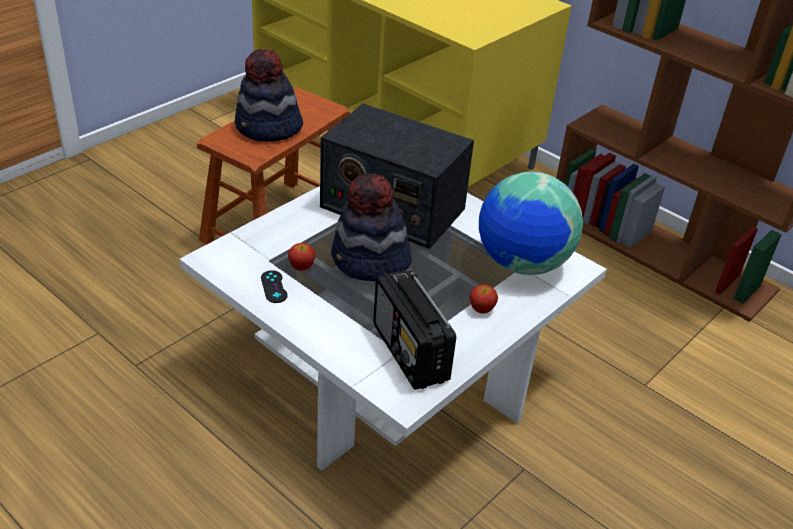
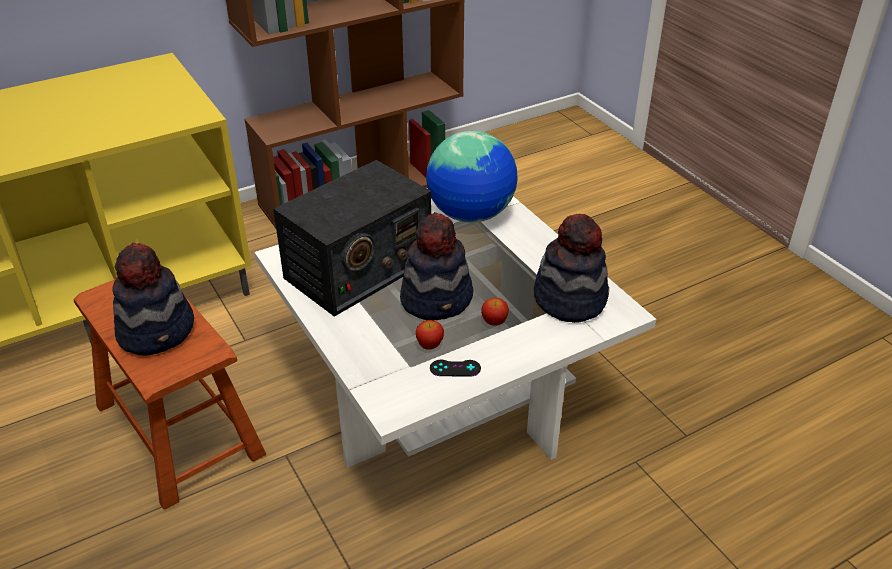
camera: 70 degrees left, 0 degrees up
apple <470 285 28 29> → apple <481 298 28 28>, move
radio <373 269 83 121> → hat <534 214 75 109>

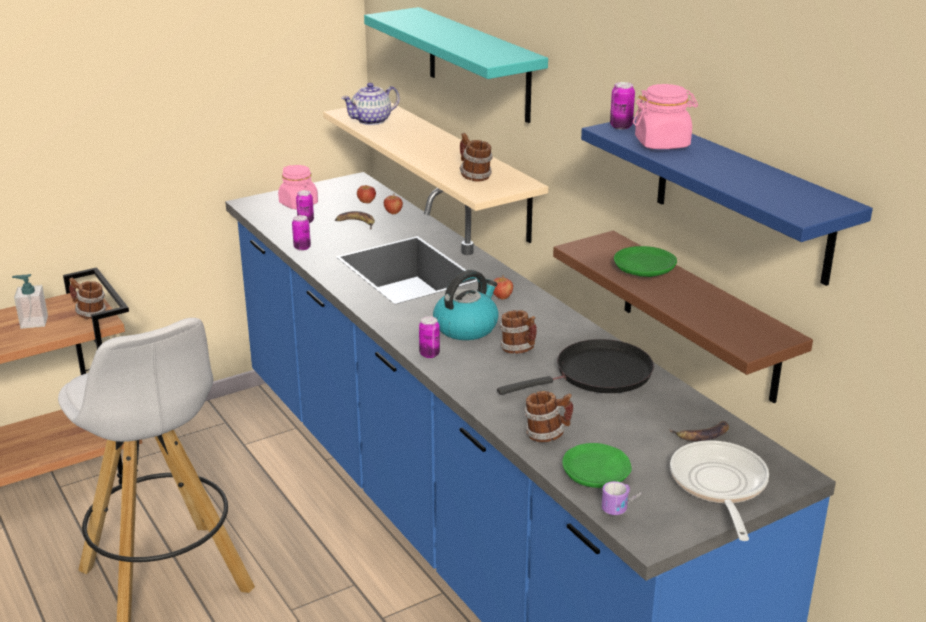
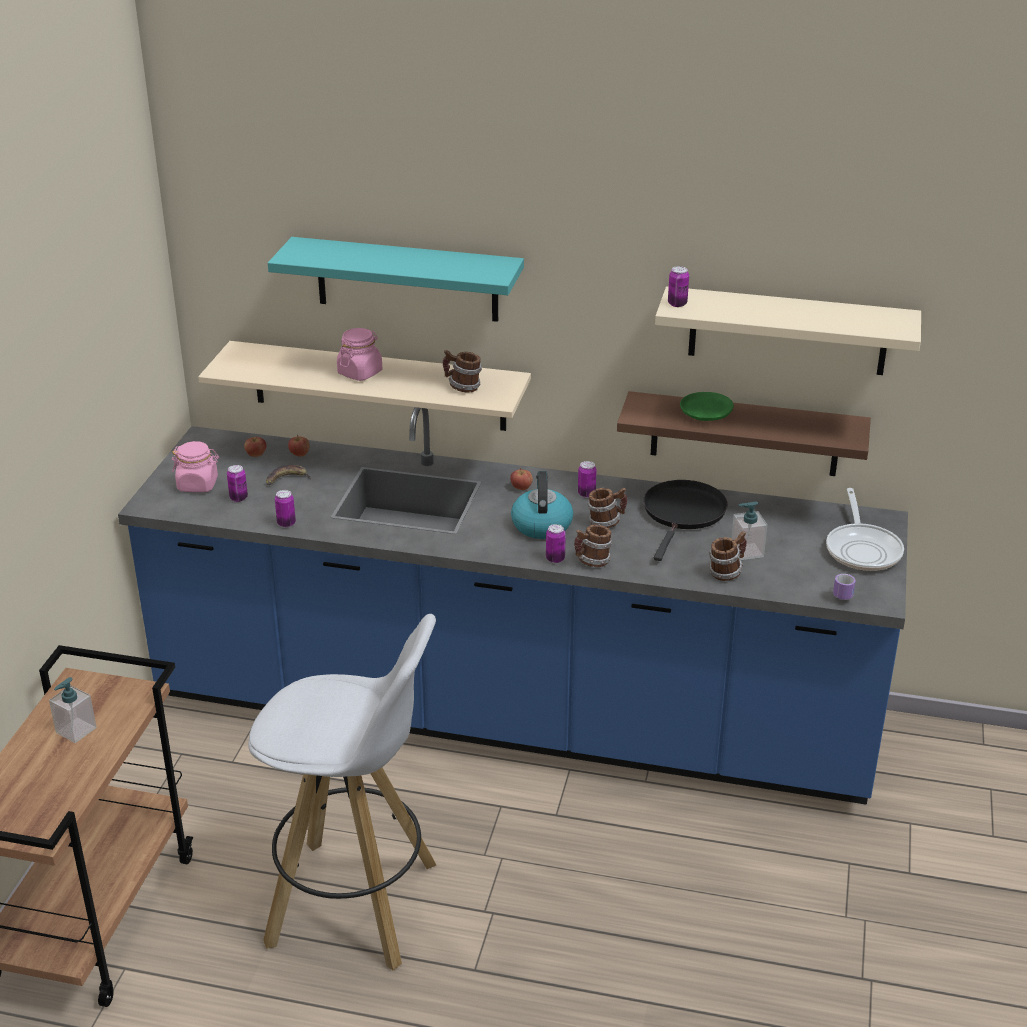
camera: 45 degrees left, 5 degrees up
teapot <341 83 58 42> → -
plate in green <562 443 70 45> → -
banana <669 421 60 20> → -
- → can <578 461 19 37>
- → soap dispenser <731 501 36 59>
mug <69 278 37 41> → mug <574 524 38 43>, move
jar in pink <633 84 65 65> → jar in pink <337 328 45 53>, move
shelf in blue <581 117 292 169> → shelf in beige <655 286 266 89>
frying pan <670 440 99 101> → frying pan <826 488 78 83>, 135 degrees counterclockwise

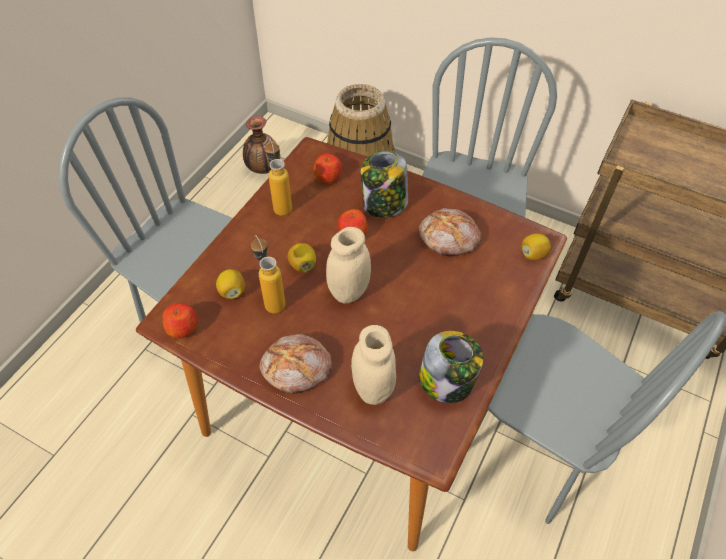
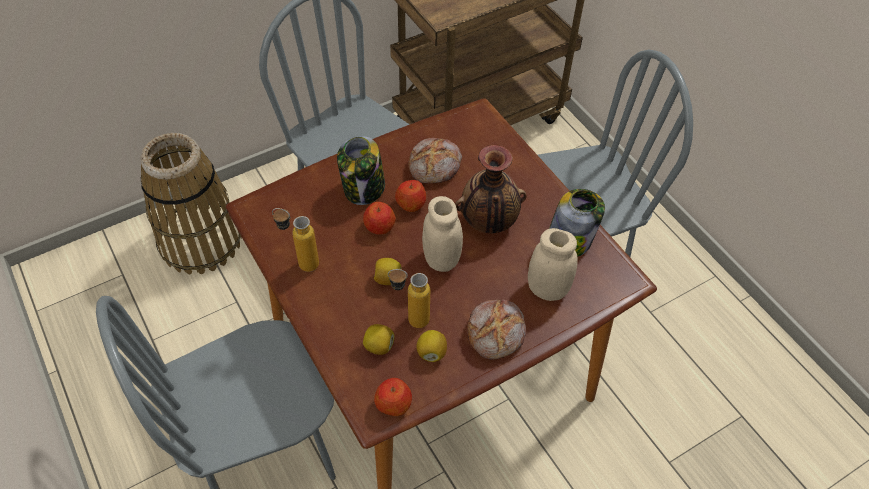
camera: 60 degrees left, 0 degrees up
vase <243 116 37 58> → vase <455 145 72 88>, move
apple <313 154 29 29> → apple <395 180 31 32>, move
lemon <522 234 29 26> → lemon <417 330 30 32>, move

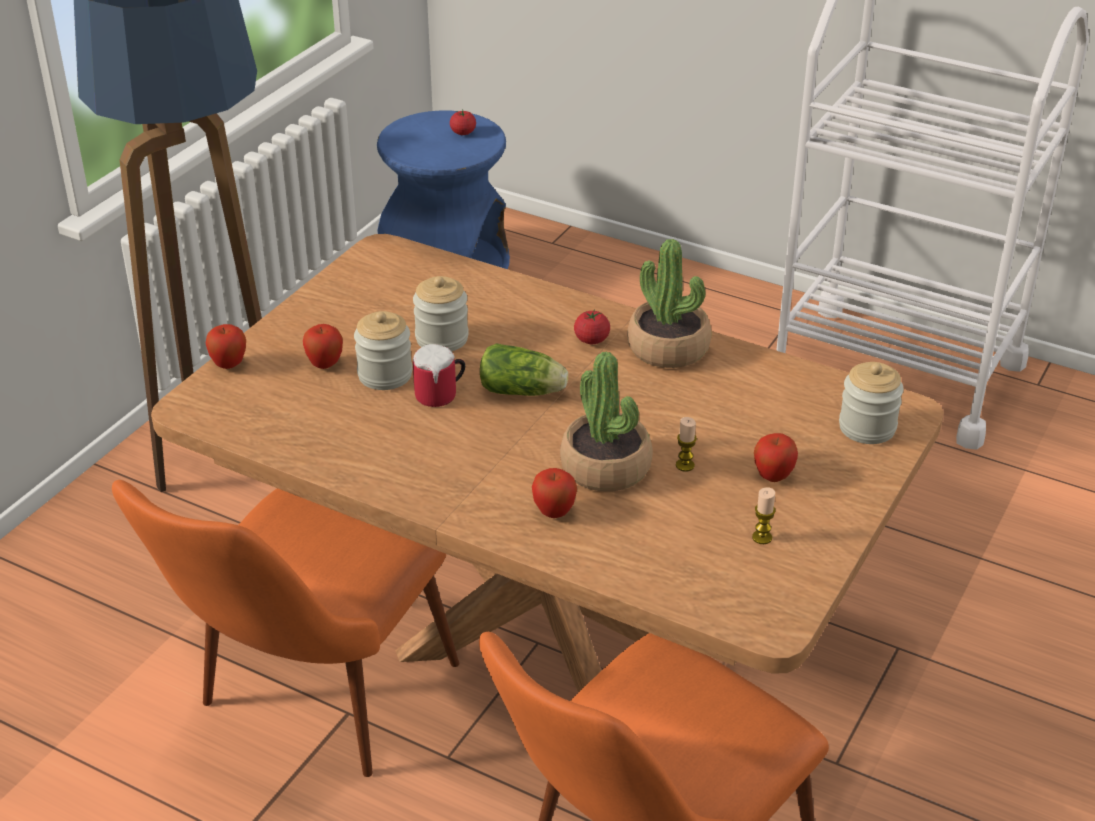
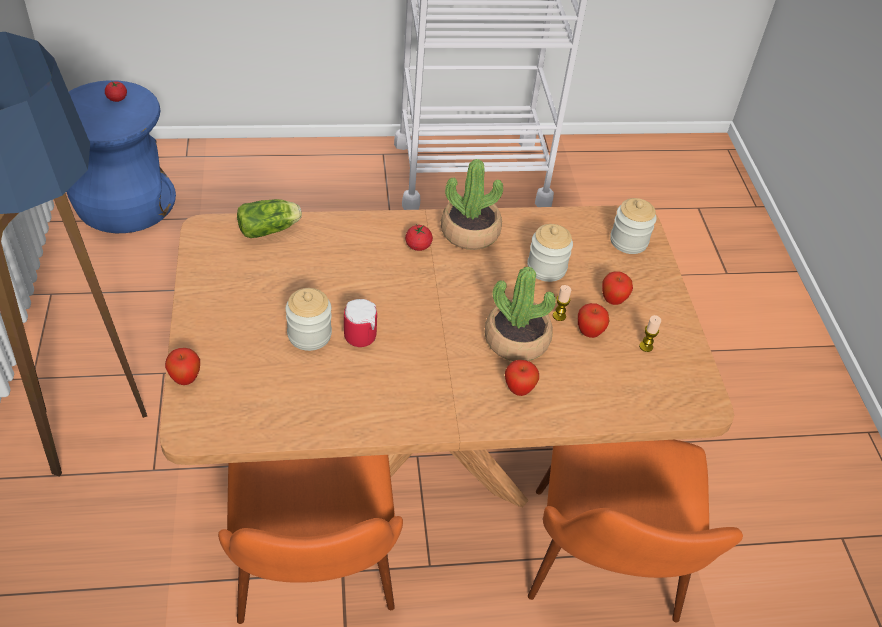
camera: 40 degrees left, 10 degrees up
apple <303 324 40 45> → apple <578 303 31 35>, move
jar <413 276 56 76> → jar <527 224 46 58>, move
lettuce <480 343 88 53> → lettuce <237 199 65 39>, move

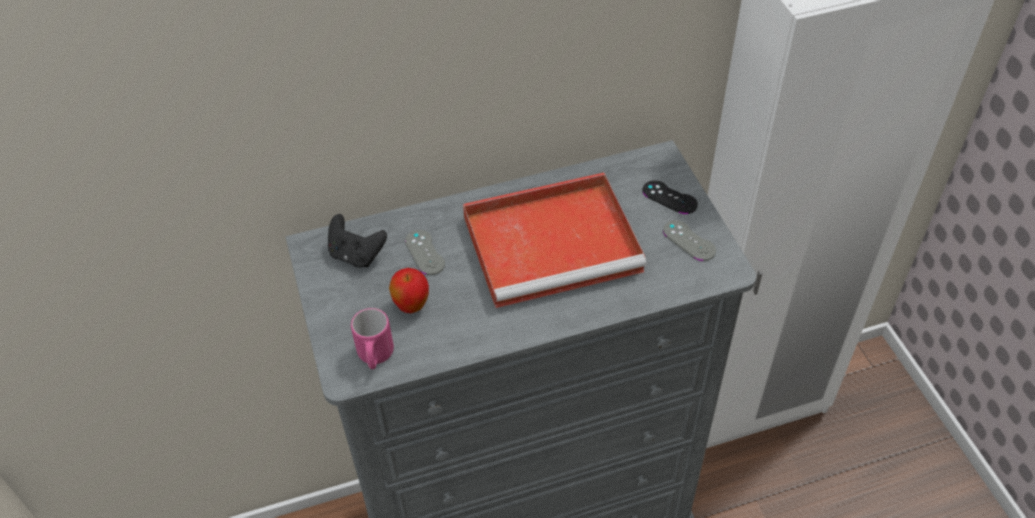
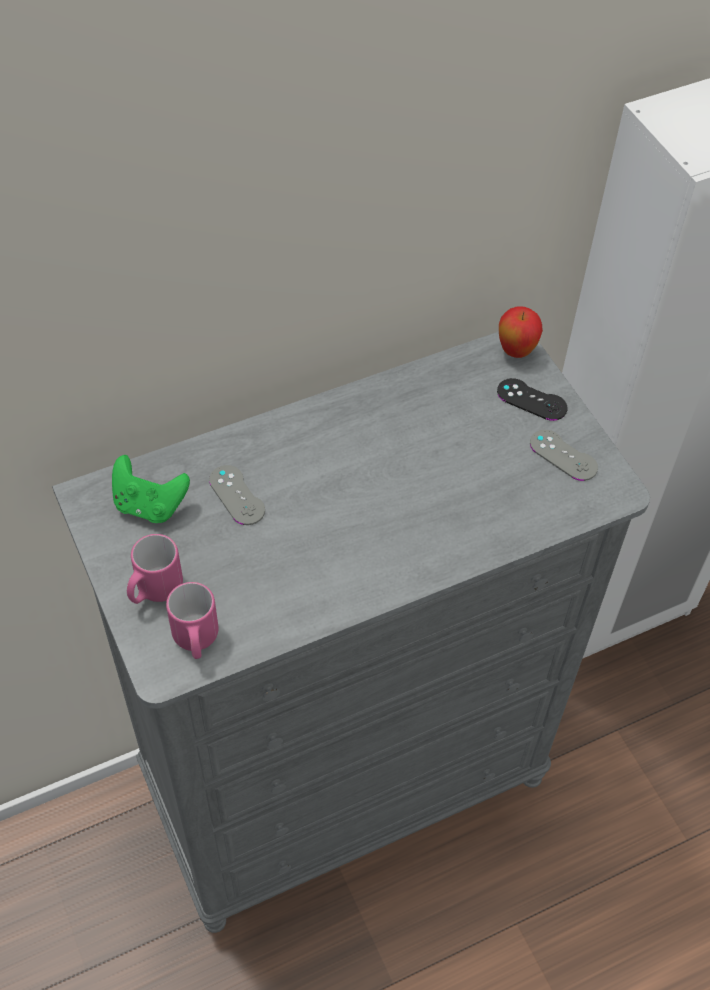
camera: 10 degrees left, 5 degrees up
tray in red <463 173 184 135> → -
- → mug in pink <127 534 56 70>
apple <389 268 40 45> → apple <499 306 44 52>, move
game controller in black <328 214 59 54> → game controller in green <112 455 78 68>

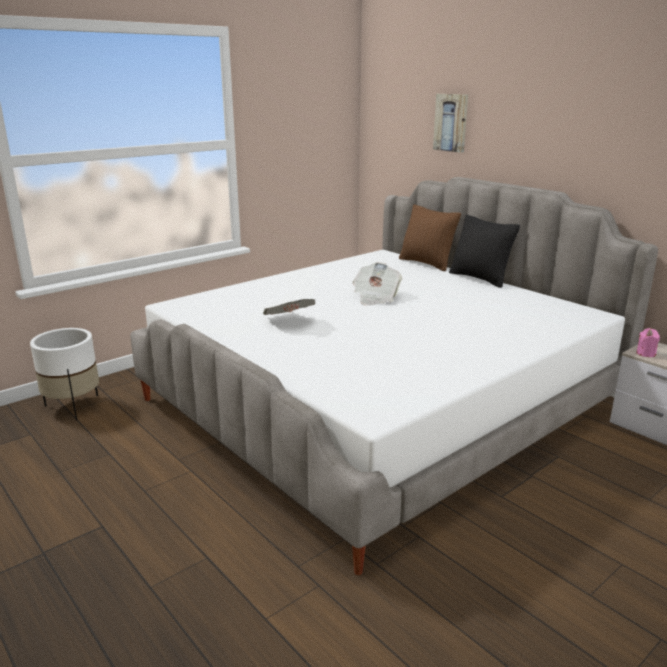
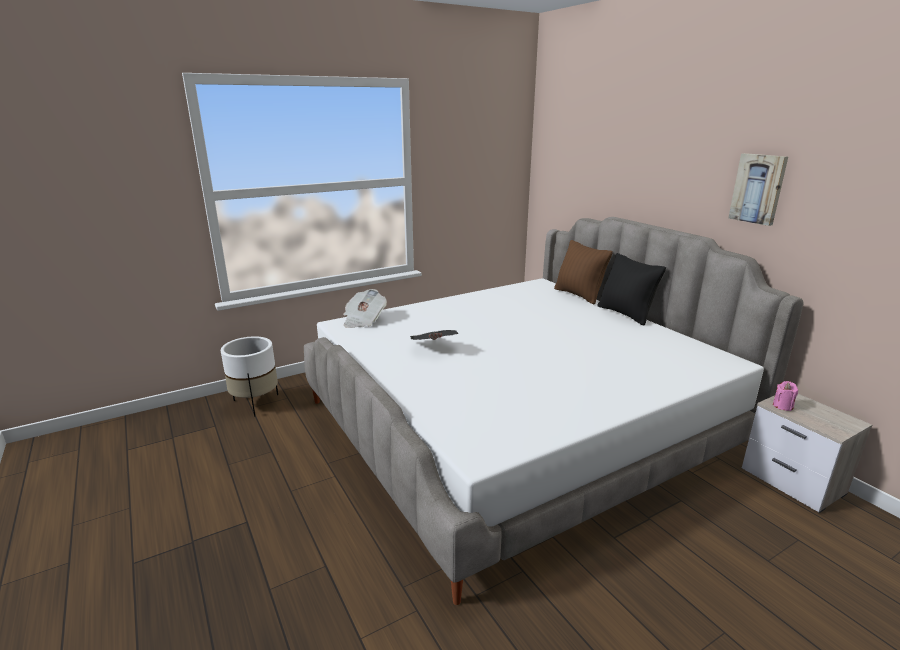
camera: 10 degrees right, 0 degrees up
newspaper <352 262 50 44> → newspaper <343 289 44 39>, move
picture <433 94 35 59> → picture <728 153 60 73>, move

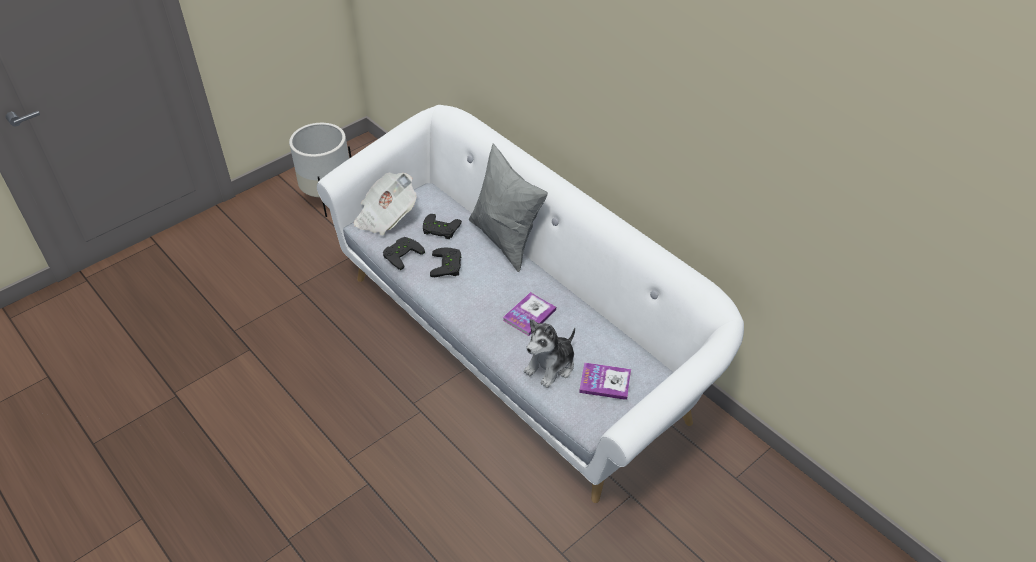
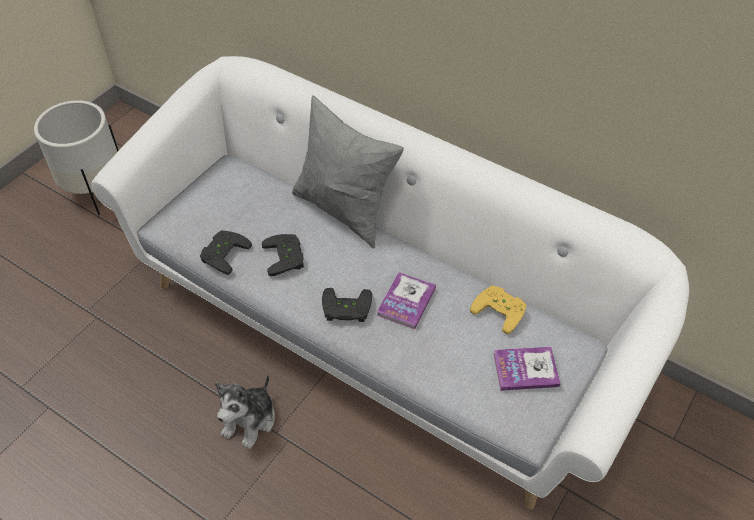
camera: 15 degrees left, 5 degrees up
newspaper <354 173 63 62> → -
- → game controller in yellow <470 285 57 49>
game controller in black <423 214 39 25> → game controller in black <322 288 50 34>, move
plush toy <524 319 51 69> → plush toy <215 374 60 75>, move

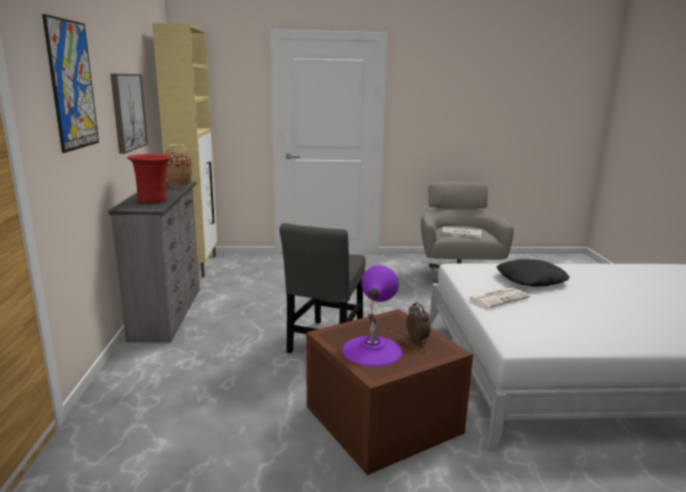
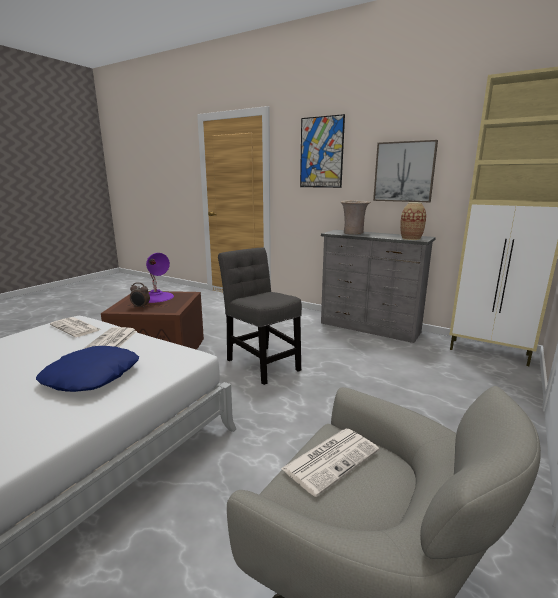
camera: 125 degrees right, 0 degrees up
- → newspaper <50 317 51 20>
vase in red <127 154 44 49> → vase in beige <341 200 30 35>
pillow in black <497 259 73 28> → pillow in blue <36 346 103 46>

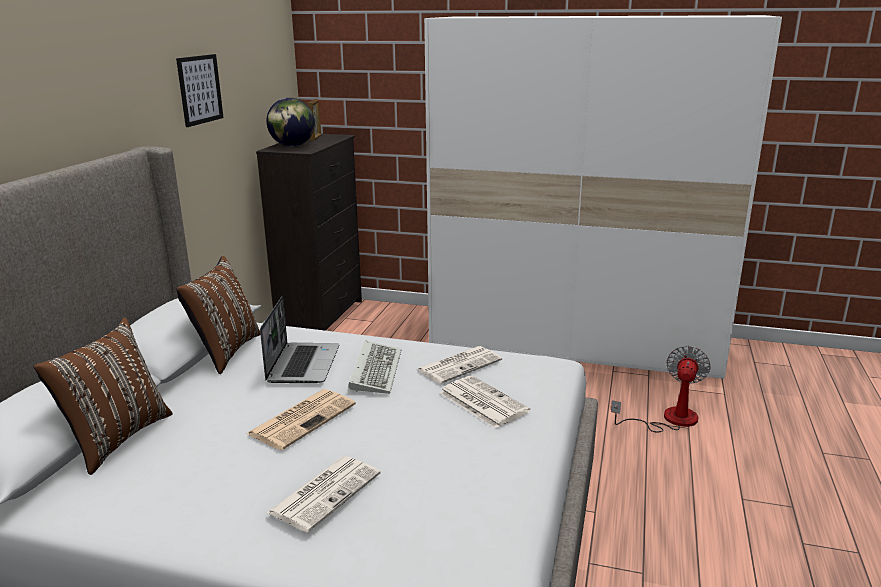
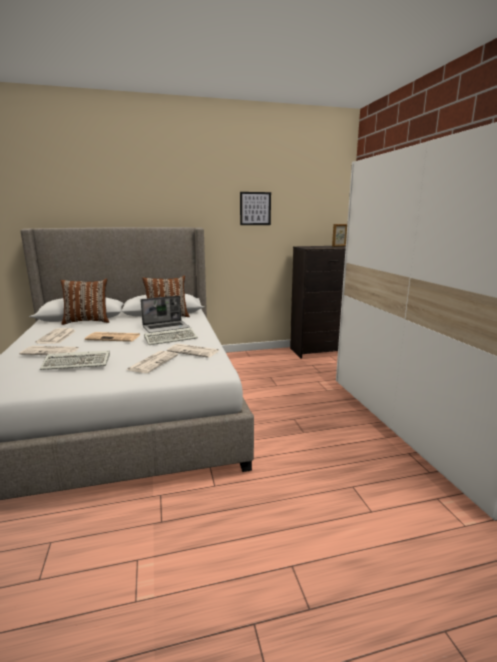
camera: 60 degrees right, 5 degrees down
globe <266 98 49 48> → -
fan <611 346 100 86> → -
- → newspaper <35 328 40 16>
- → keyboard <40 350 70 20>

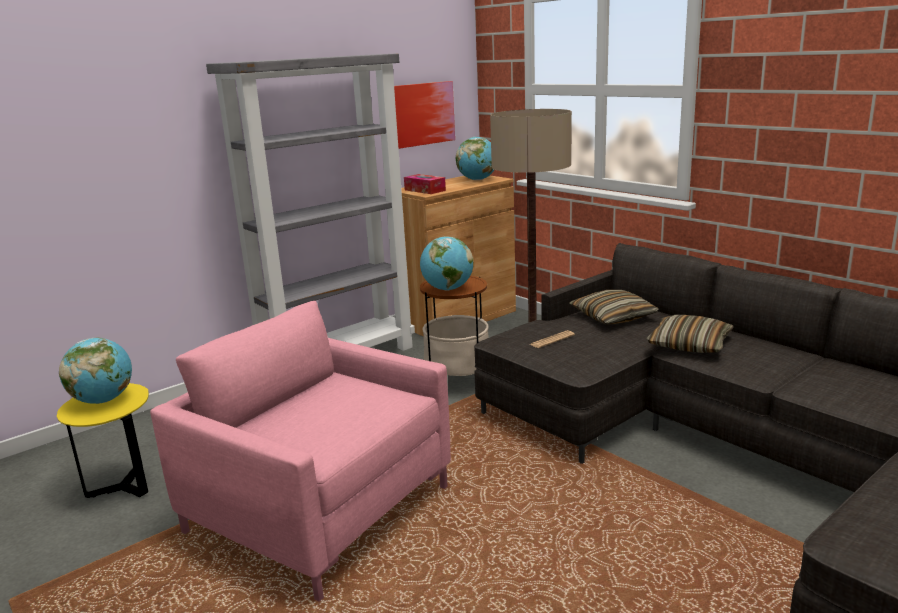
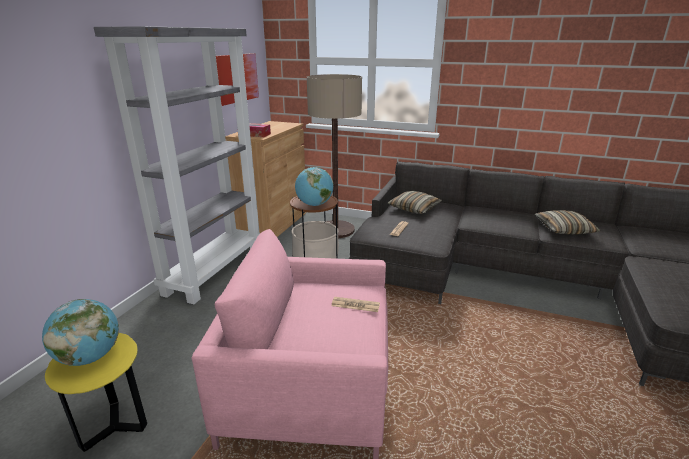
camera: 30 degrees left, 5 degrees up
globe <456 137 38 43> → -
- → newspaper <331 297 49 15>
pillow <646 315 88 38> → pillow <535 210 65 24>, move

